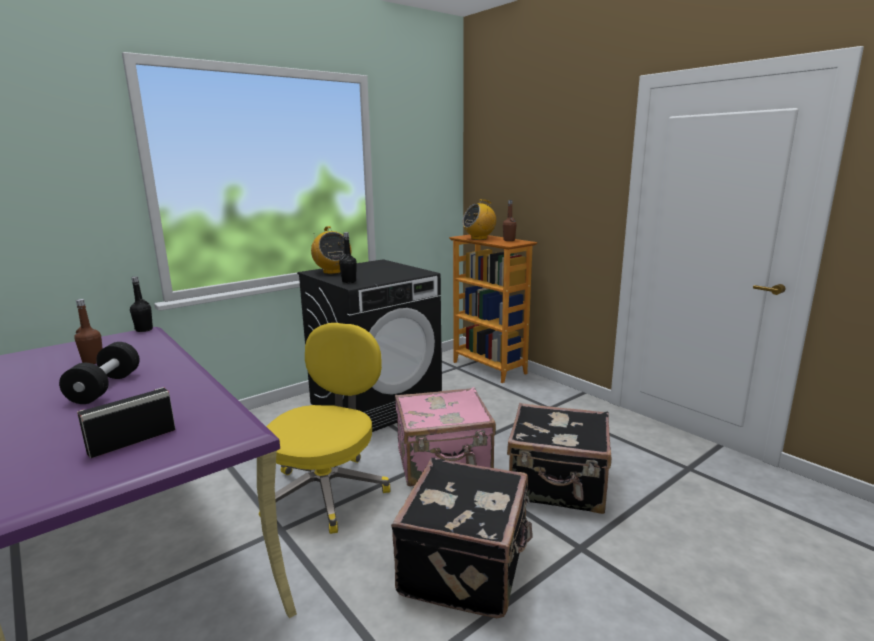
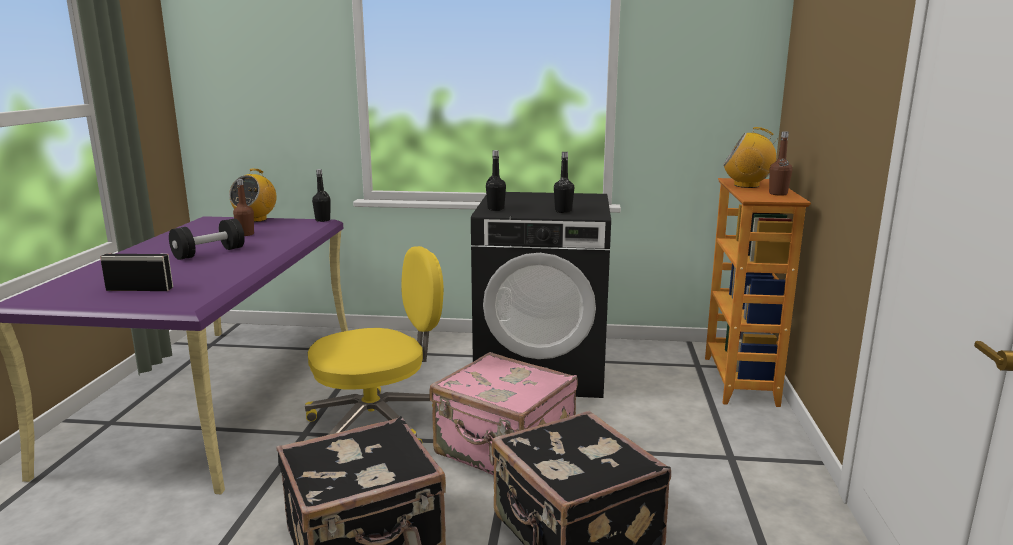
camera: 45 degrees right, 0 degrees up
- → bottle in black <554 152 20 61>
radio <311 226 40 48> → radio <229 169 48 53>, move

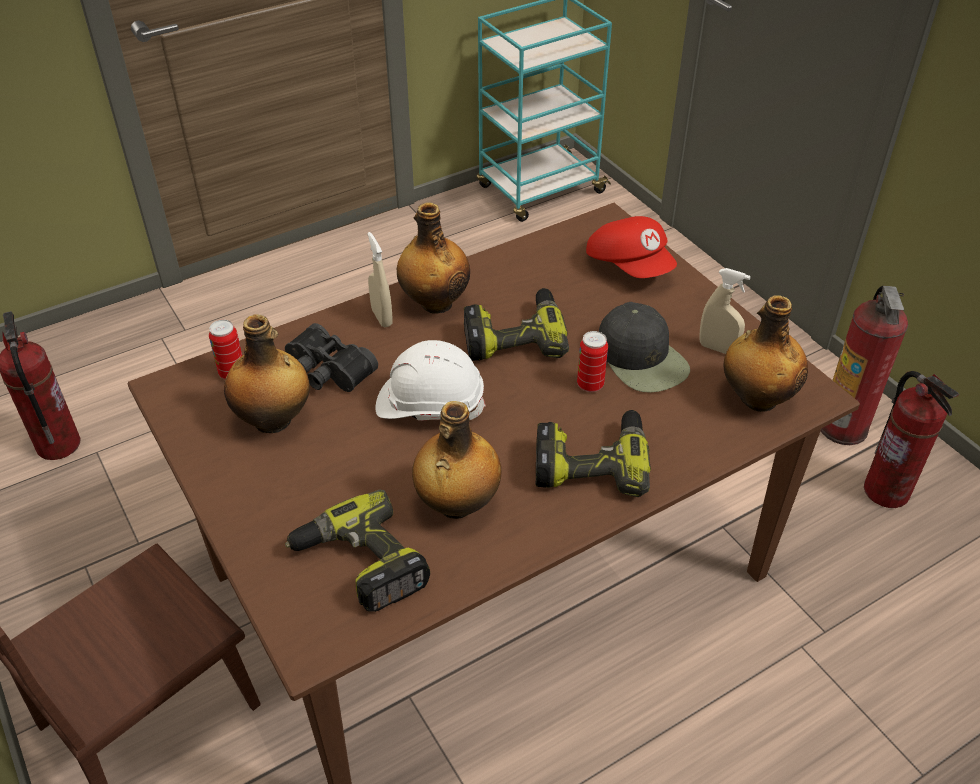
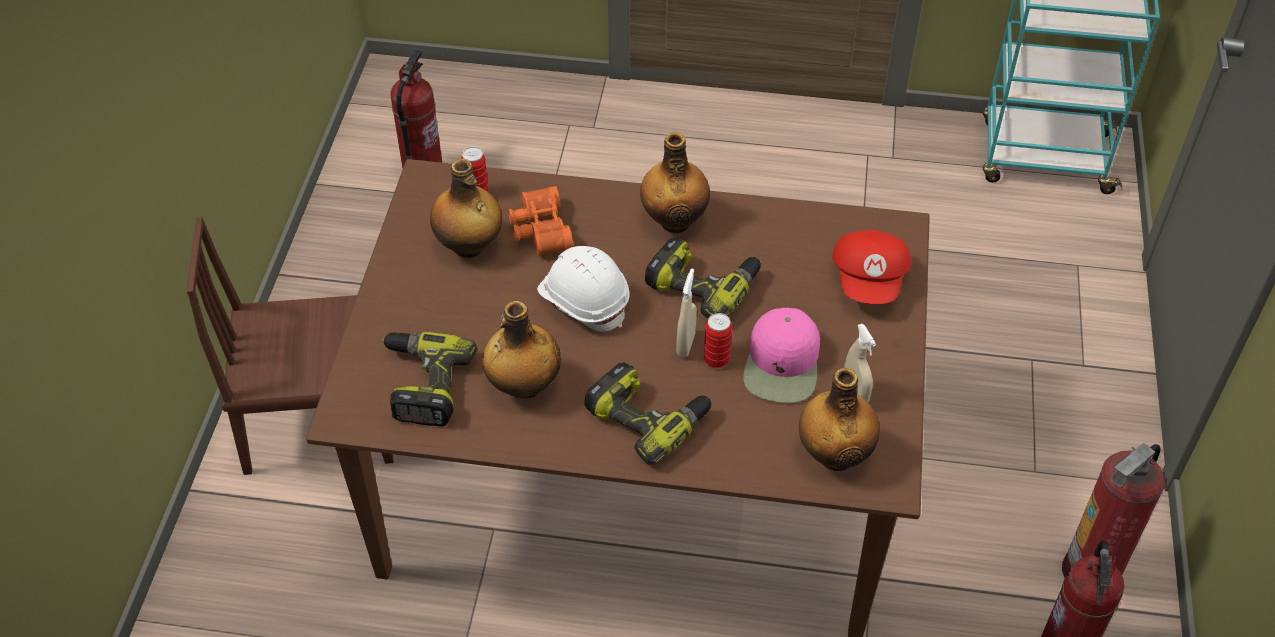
camera: 40 degrees right, 5 degrees up
spray bottle in beige <367 232 26 95> → spray bottle in beige <676 269 21 89>, move
binoculars in black <285 323 93 69> → binoculars in orange <508 186 65 71>
cap in black <599 302 91 91> → cap in pink <743 308 77 95>

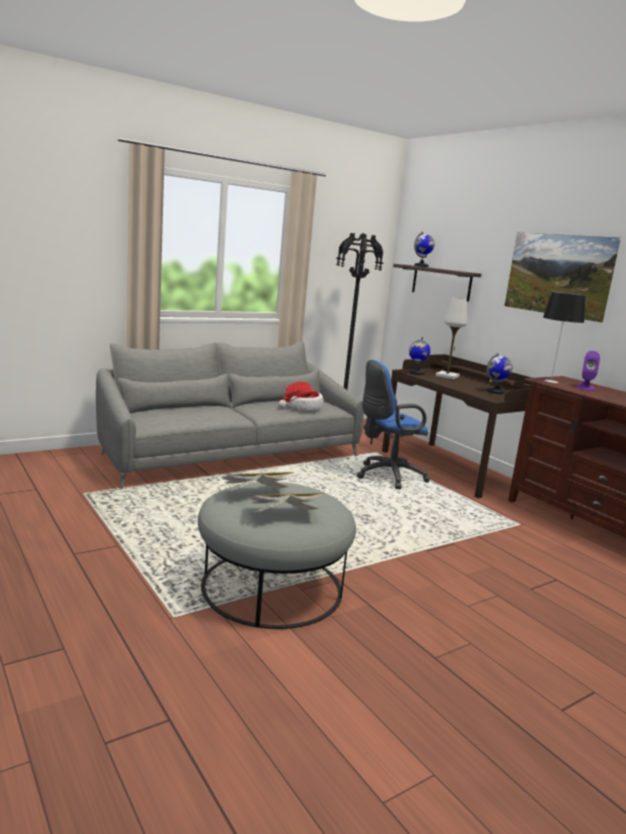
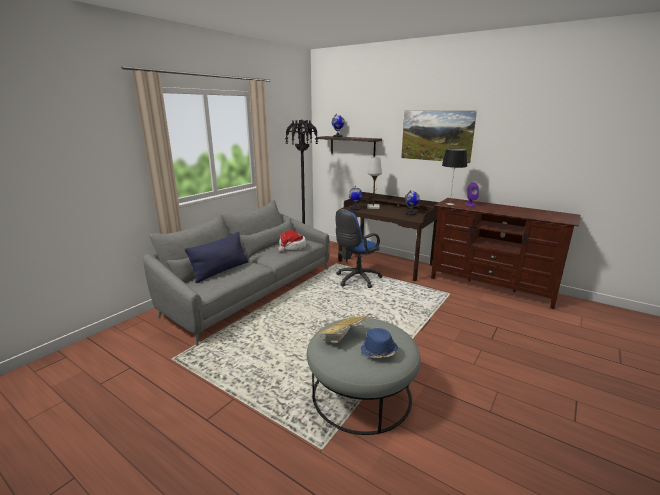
camera: 20 degrees left, 5 degrees up
- → pillow in blue <185 231 64 52>
book <247 493 78 19> → hat in blue <361 328 37 30>

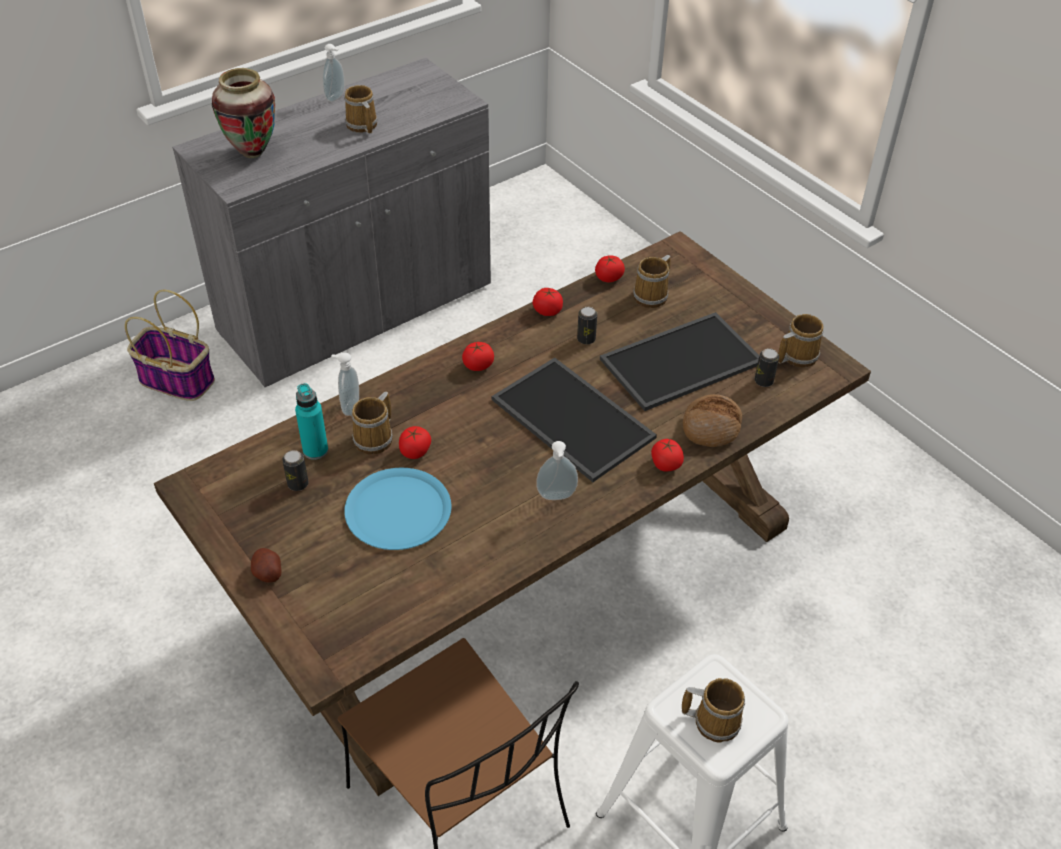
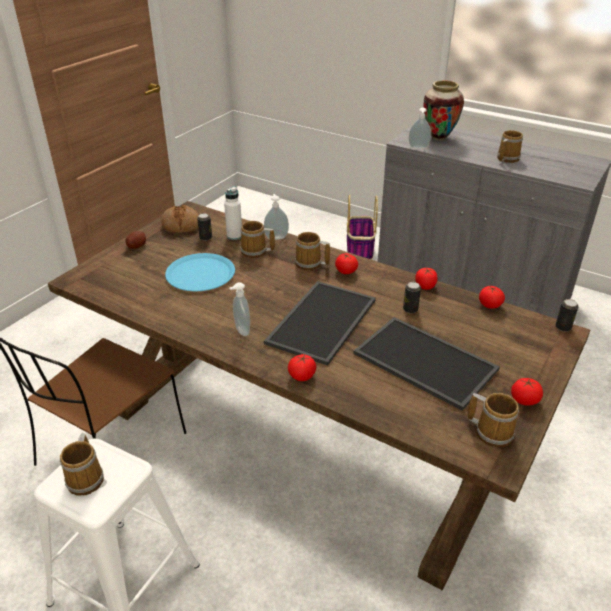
camera: 70 degrees right, 10 degrees down
soap dispenser <323 44 22 58> → soap dispenser <409 108 22 41>, move
tomato <399 426 32 33> → tomato <511 378 32 28>, move
mug <633 255 38 53> → mug <295 232 35 39>, move
bread <683 394 59 53> → bread <161 205 38 28>, move
can <755 348 24 39> → can <555 299 24 33>, move
bottle in turquoise <295 383 33 77> → bottle in white <224 186 18 54>

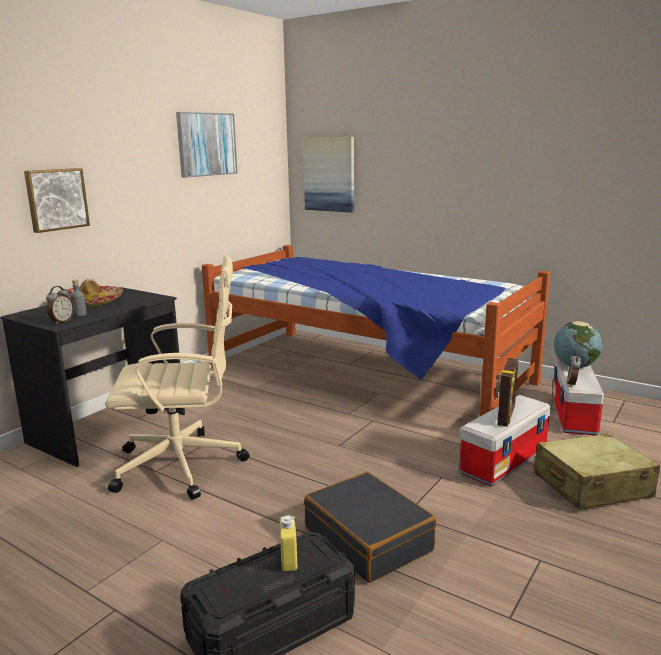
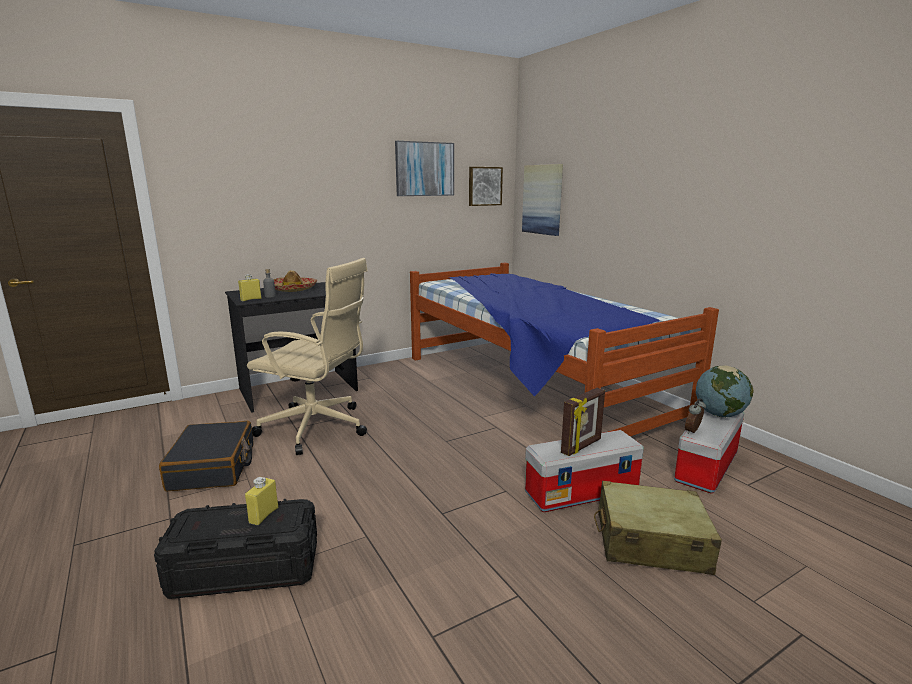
camera: 25 degrees right, 0 degrees up
picture <24 168 66 65> → picture <469 167 34 39>, move
suitcase in black <304 472 133 111> → suitcase in black <159 421 95 70>, move
alarm clock <46 286 28 38> → bottle in yellow <238 274 23 27>

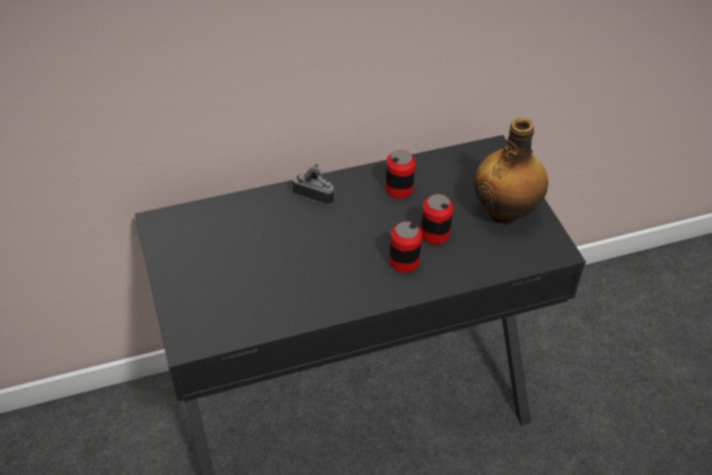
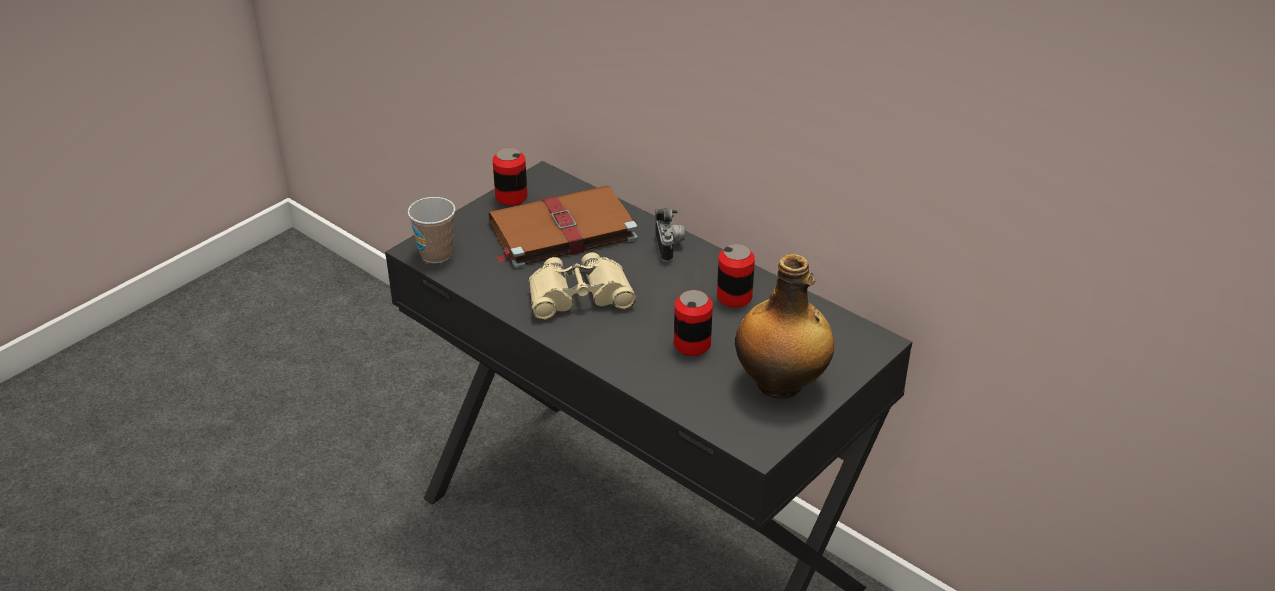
camera: 60 degrees right, 10 degrees down
- → cup <408 197 47 66>
- → book in brown <489 186 149 82>
- → binoculars in beige <529 253 107 67>
can <389 221 33 52> → can <493 148 35 58>, move

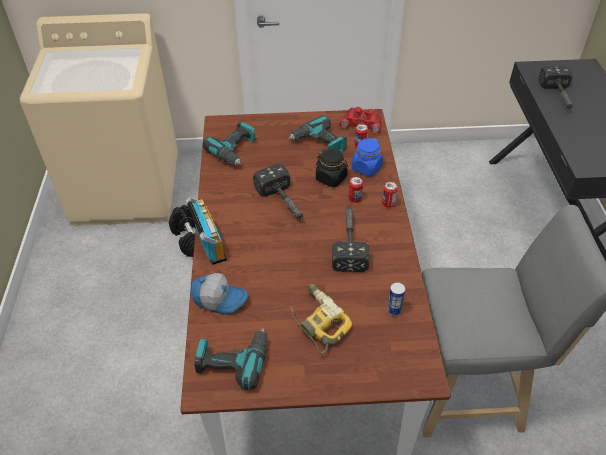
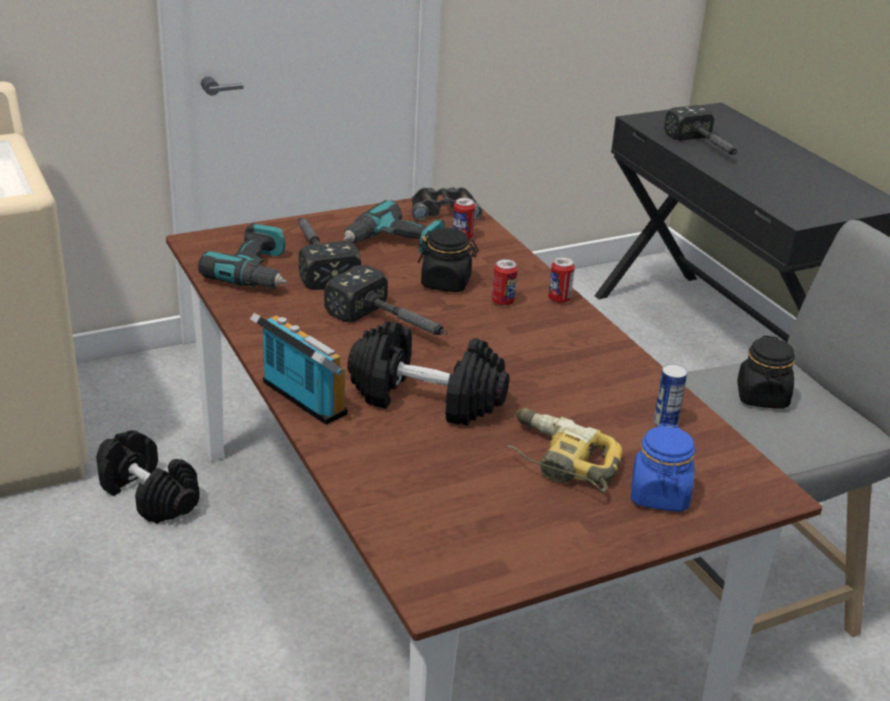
camera: 25 degrees left, 15 degrees down
cap <190 273 58 42> → -
power drill <194 328 74 62> → -
- → dumbbell in black <348 321 161 105>
- → jar in black <737 336 58 73>
hammer <332 206 37 66> → hammer <298 218 63 72>, move
jar in blue <352 138 31 39> → jar in blue <631 423 65 89>, move
binoculars in red <339 107 43 27> → binoculars in black <412 187 70 34>

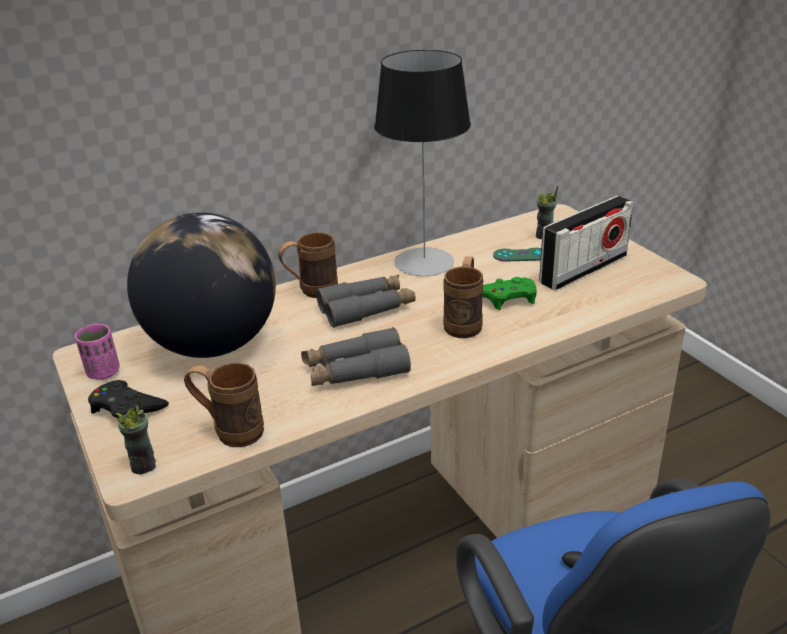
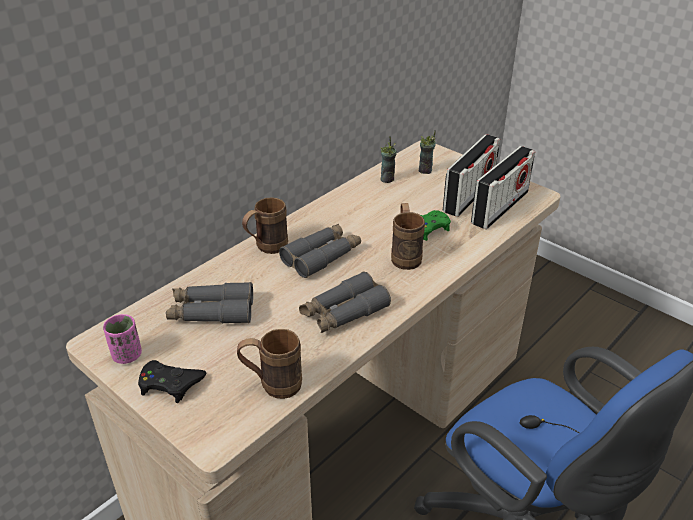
camera: 20 degrees left, 5 degrees up
table lamp <374 50 97 226> → -
game controller in green <493 248 48 14> → -
- → radio <471 146 64 83>
cup <116 395 40 80> → cup <381 136 16 47>, move
globe <127 212 149 146> → binoculars in grey <166 282 87 41>

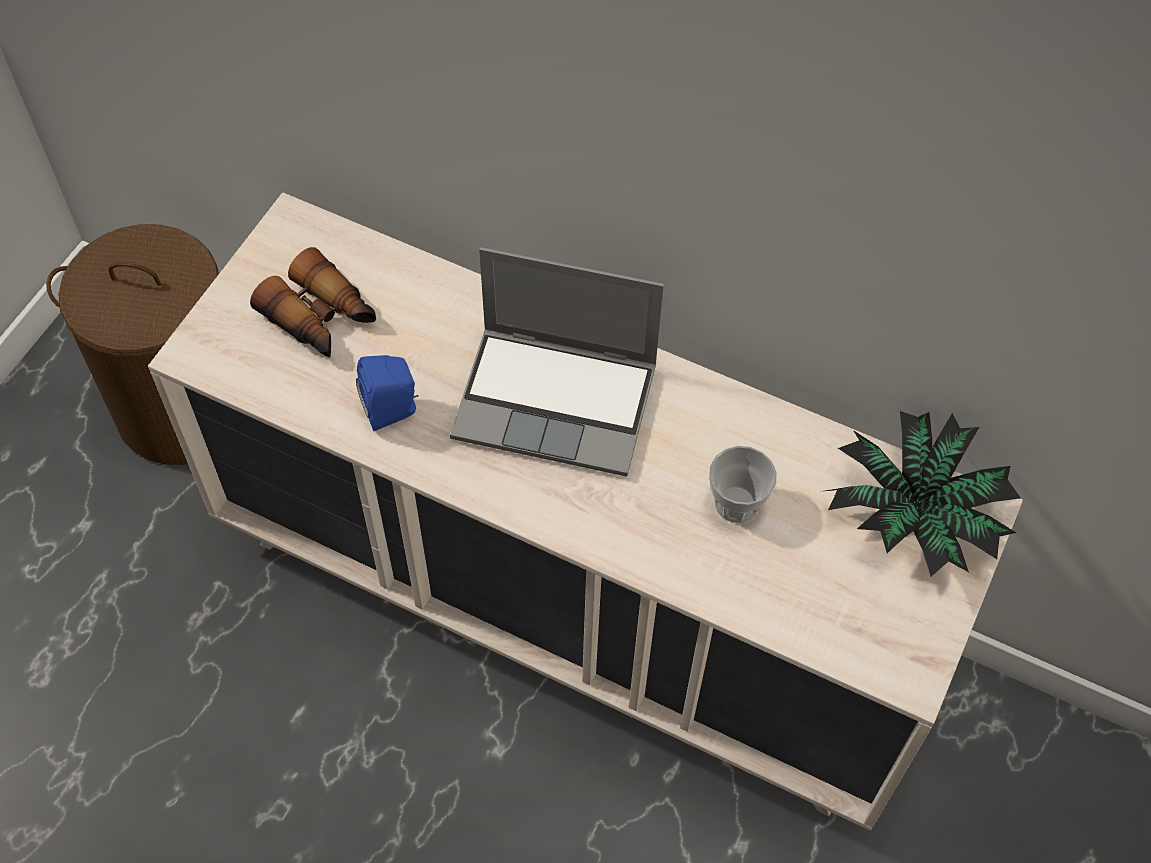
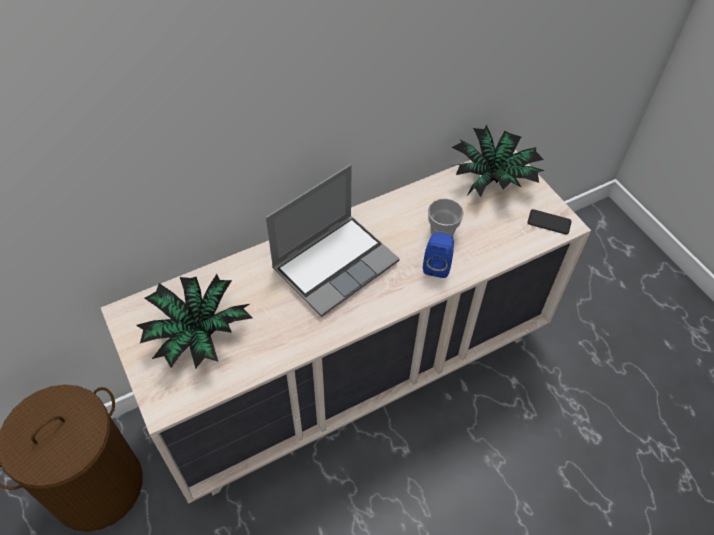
camera: 55 degrees left, 5 degrees down
- → phone <527 209 45 26>
speaker in blue <356 355 63 76> → speaker in blue <423 232 31 46>, move
binoculars <250 247 126 110> → potted plant <136 274 116 94>

